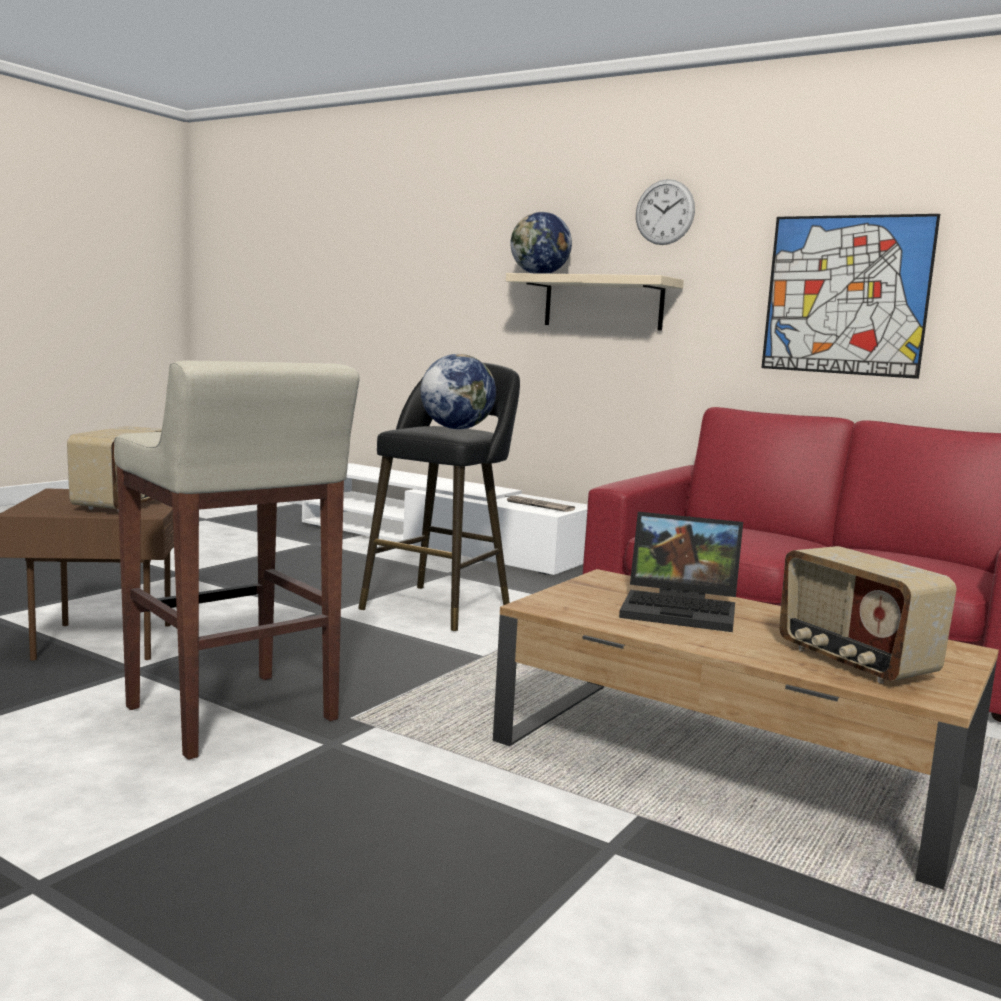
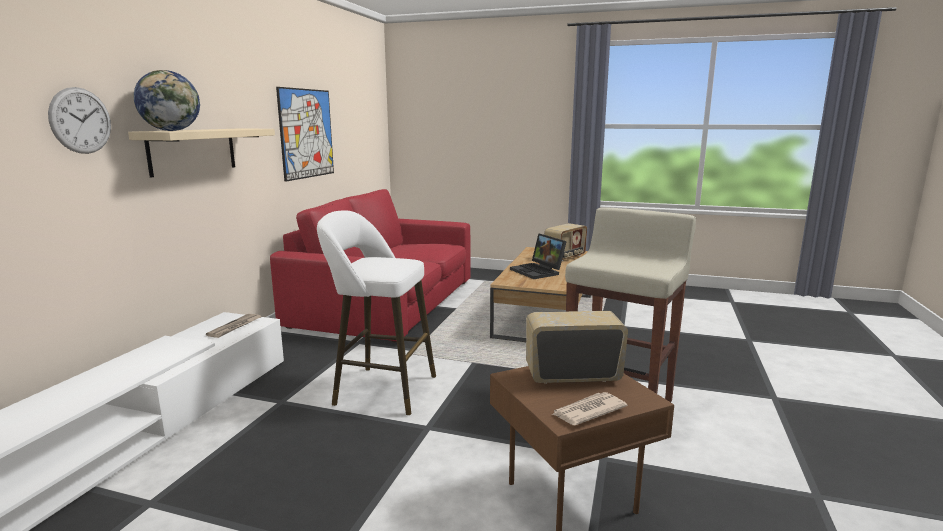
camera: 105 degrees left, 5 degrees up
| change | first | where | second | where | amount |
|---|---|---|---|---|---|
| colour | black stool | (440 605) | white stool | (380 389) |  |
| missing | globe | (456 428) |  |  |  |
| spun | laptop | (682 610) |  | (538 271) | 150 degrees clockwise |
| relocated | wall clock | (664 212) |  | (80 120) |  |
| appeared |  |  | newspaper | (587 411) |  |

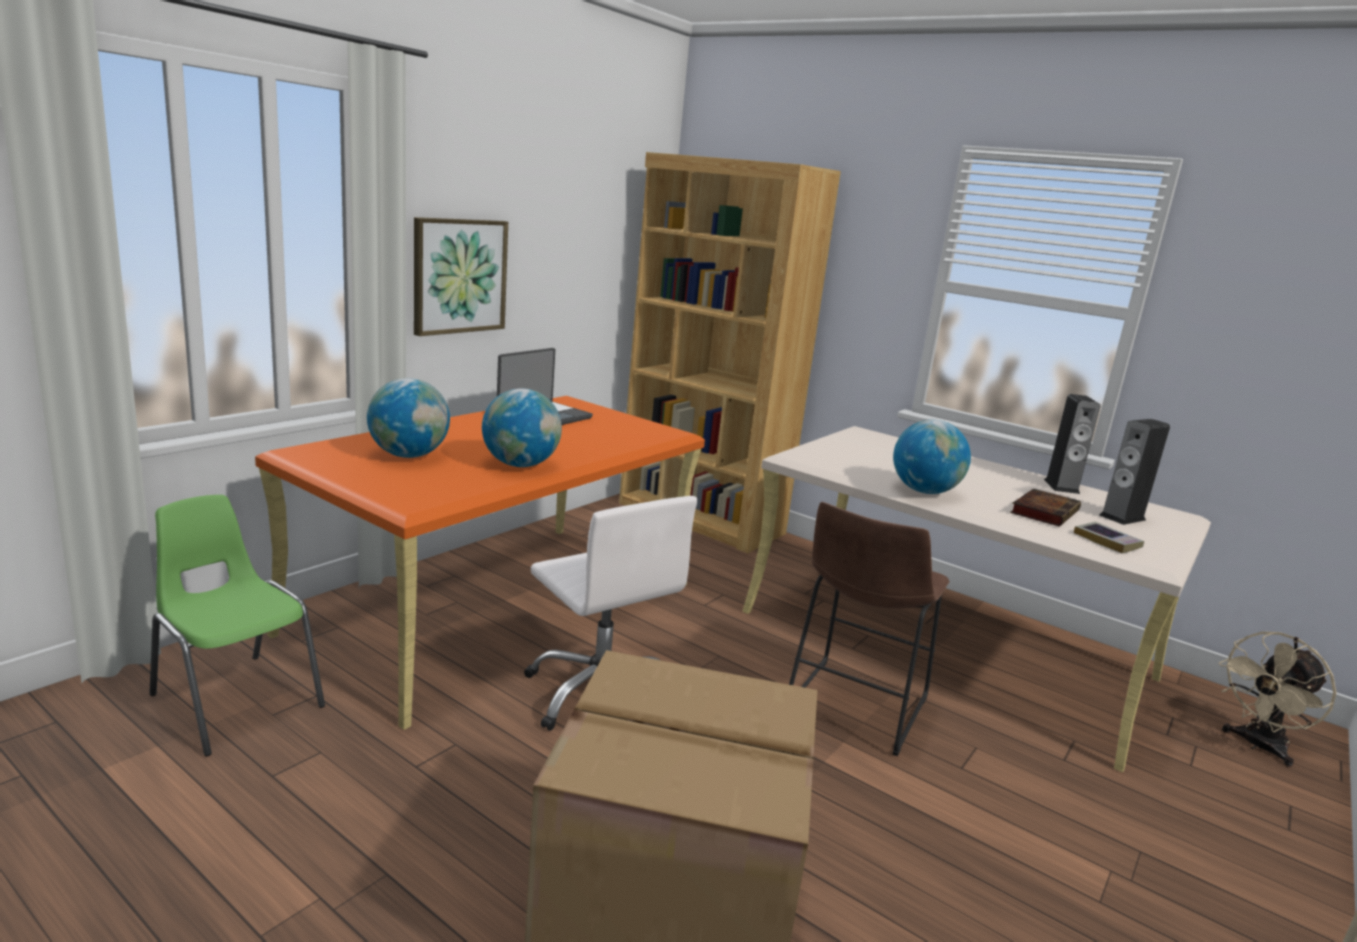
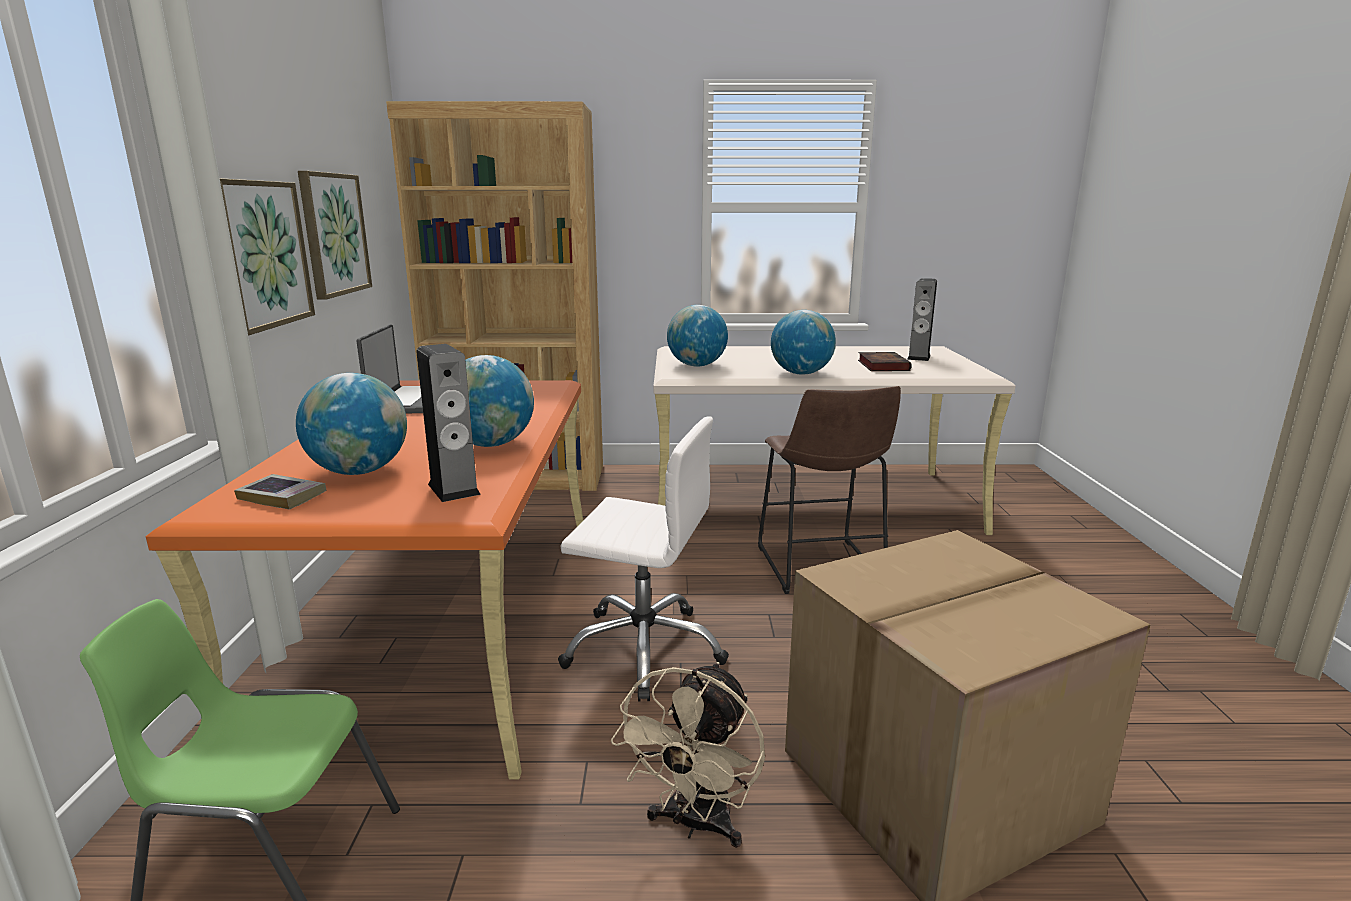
camera: 35 degrees left, 0 degrees up
| change | first | where | second | where | amount |
|---|---|---|---|---|---|
| relocated | speaker | (1061 486) |  | (453 489) |  |
| relocated | book | (1107 541) |  | (282 497) |  |
| relocated | beige fan | (1257 746) |  | (695 824) |  |
| appeared |  |  | picture | (334 234) |  |
| appeared |  |  | globe | (697 365) |  |

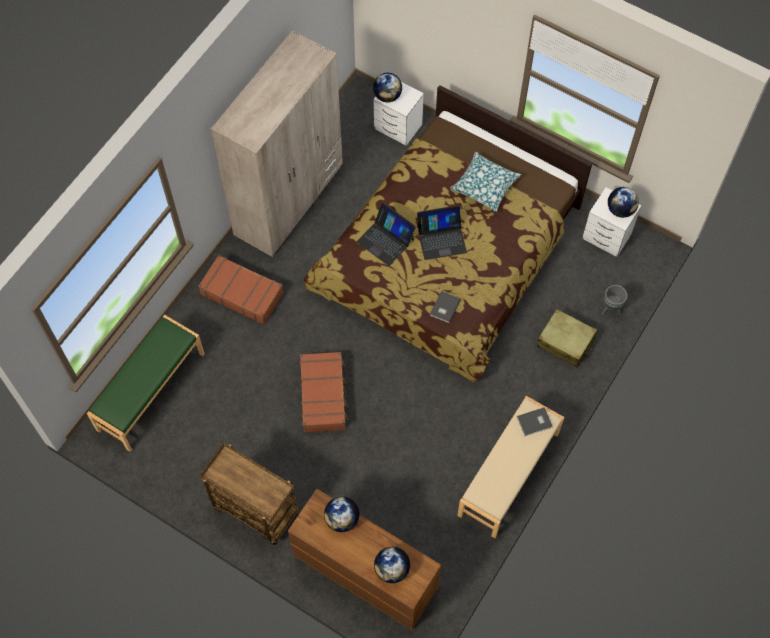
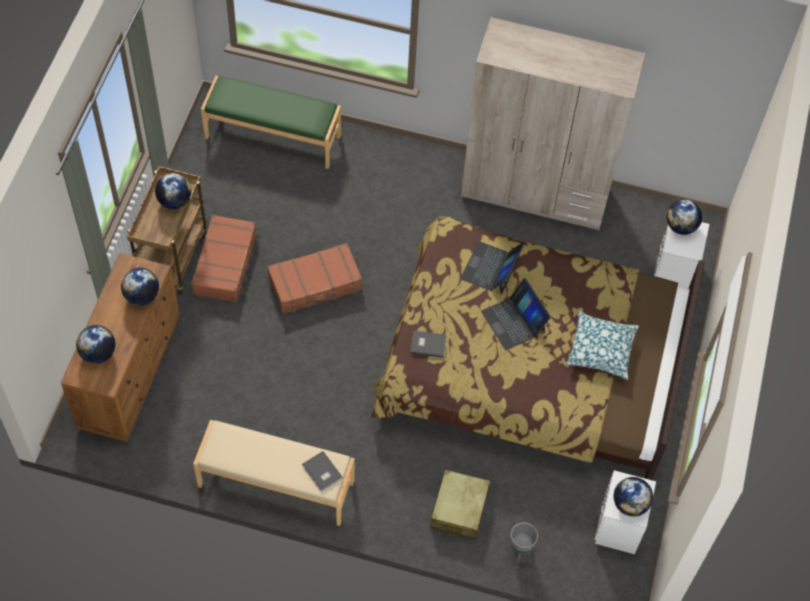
camera: 70 degrees right, 5 degrees down
| change | first | where | second | where | amount |
|---|---|---|---|---|---|
| relocated | brown suitcase | (242 293) |  | (226 264) |  |
| appeared |  |  | globe | (175 201) |  |

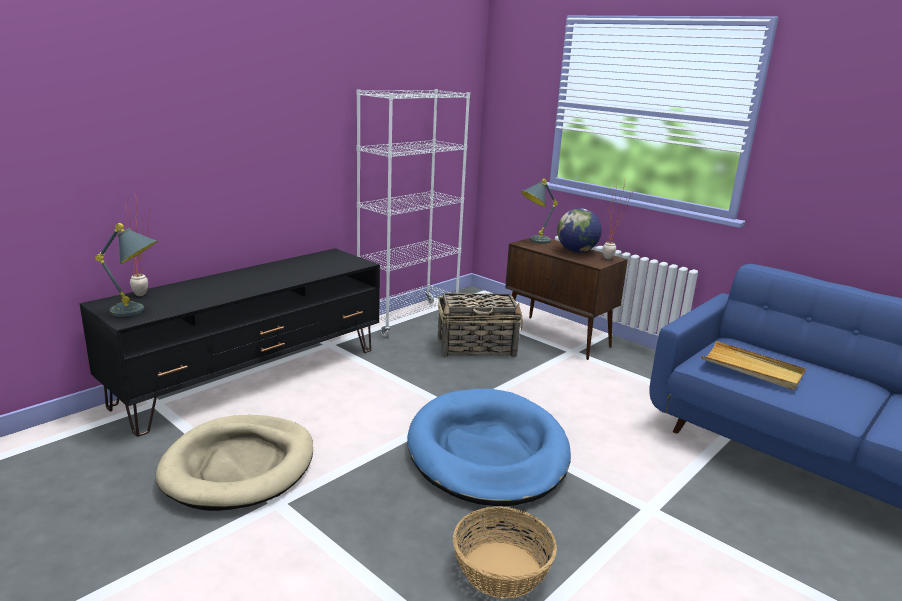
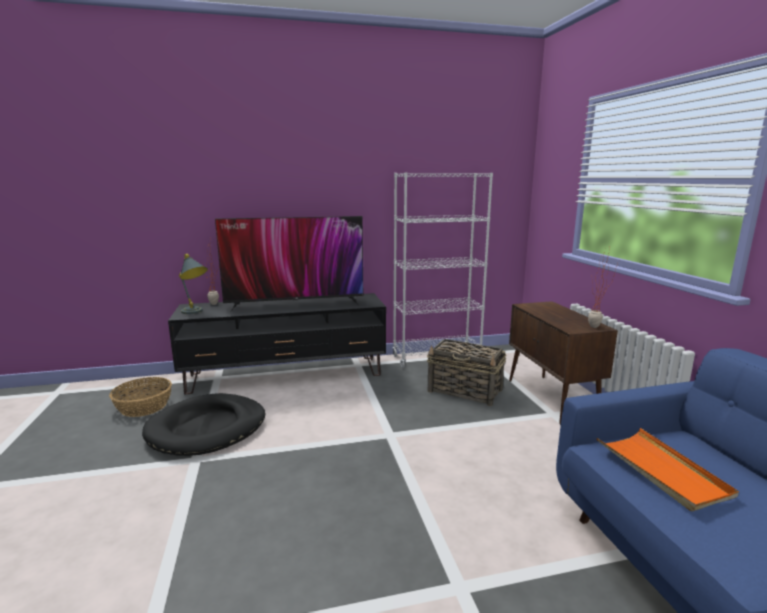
camera: 35 degrees right, 5 degrees down
| change | first | where | second | where | amount |
|---|---|---|---|---|---|
| colour | beige dog bed | (239 466) | black dog bed | (207 428) |  |
| missing | blue dog bed | (487 452) |  |  |  |
| relocated | basket | (501 570) |  | (143 406) |  |
| missing | grey table lamp | (533 241) |  |  |  |
| missing | globe | (576 251) |  |  |  |
| colour | beige tray | (752 368) | orange tray | (661 471) |  |
| appeared |  |  | television | (295 303) |  |

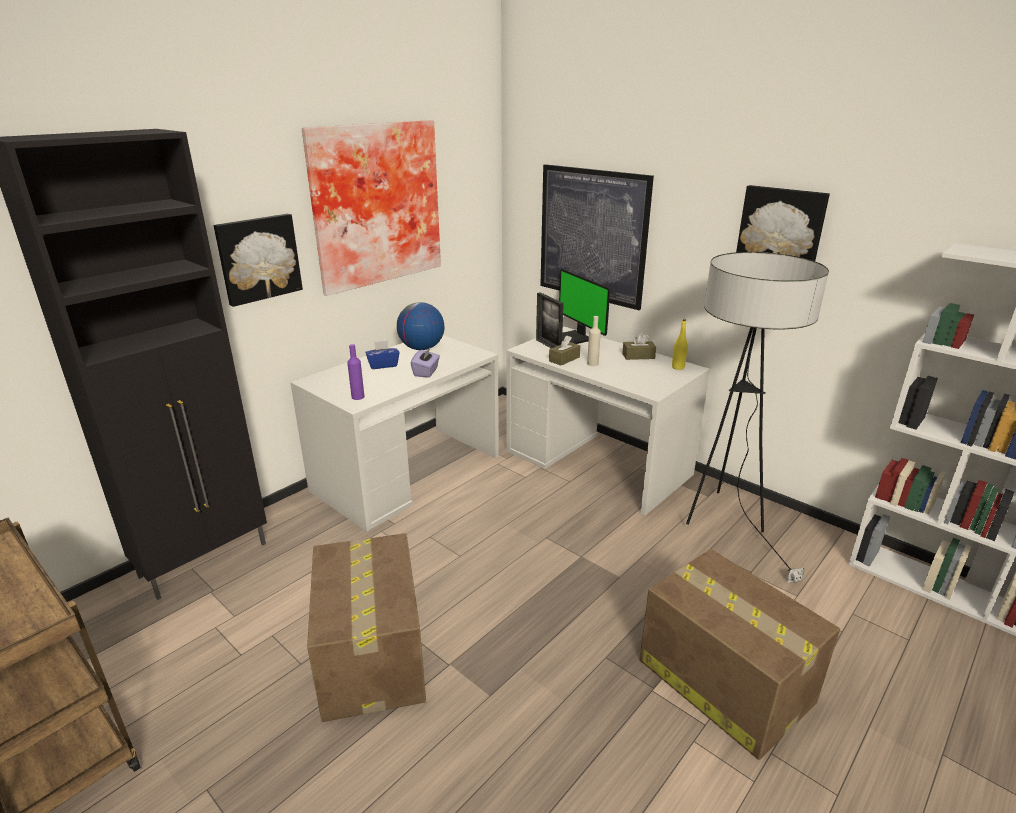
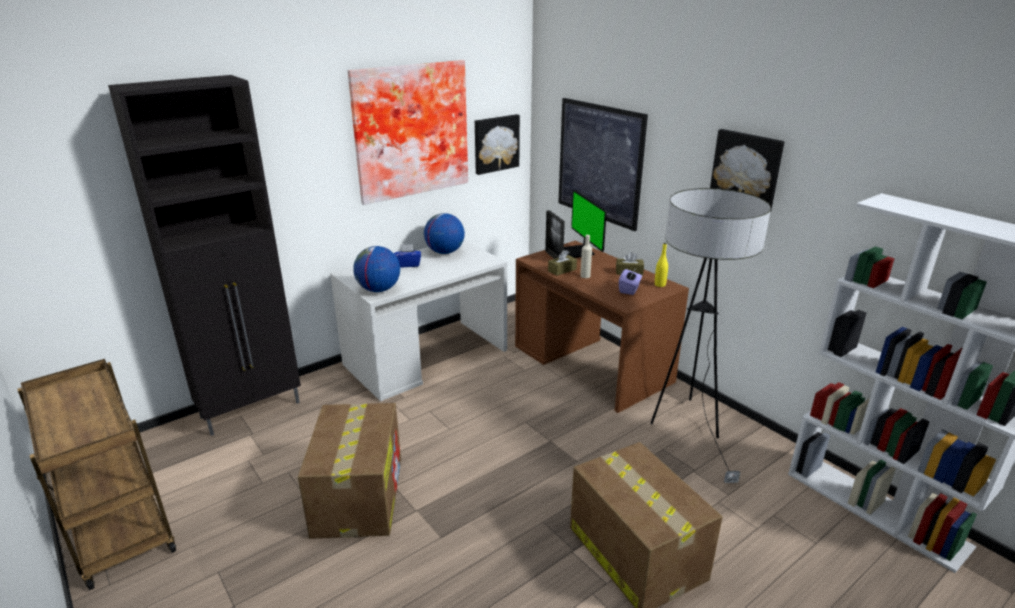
camera: 10 degrees right, 0 degrees up
| change | first | where | second | where | amount |
|---|---|---|---|---|---|
| relocated | picture | (258 258) |  | (495 143) |  |
| exchanged | purple bottle | (358 397) | globe | (378 290) |  |
| relocated | purple tissue box | (426 372) |  | (629 289) |  |
| colour | white desk | (597 462) | brown desk | (592 363) |  |

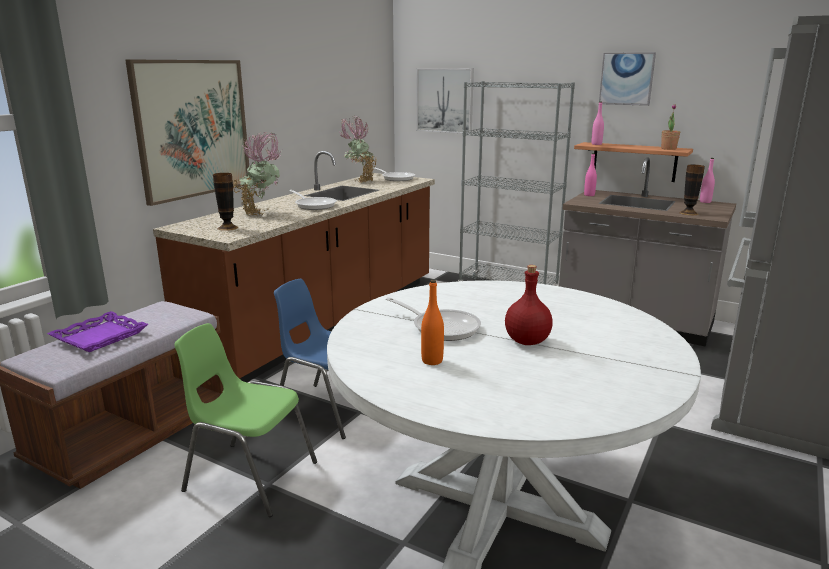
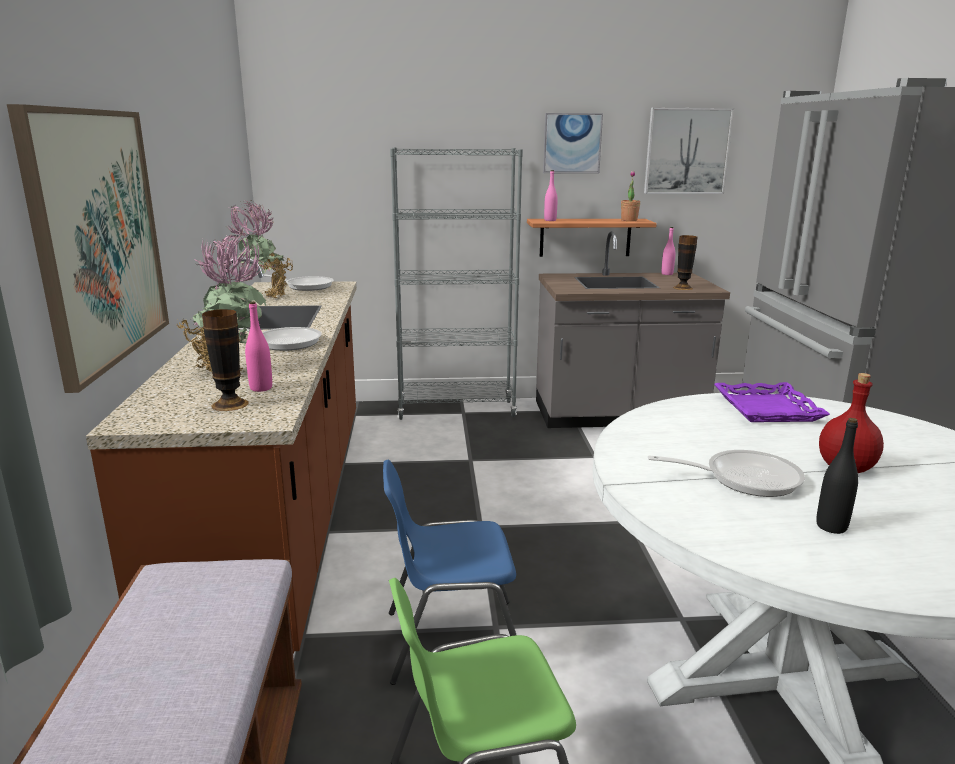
camera: 35 degrees left, 0 degrees up
| change | first | where | second | where | amount |
|---|---|---|---|---|---|
| relocated | purple tray | (100 337) |  | (768 409) |  |
| relocated | picture | (445 100) |  | (687 151) |  |
| colour | orange bottle | (432 361) | black bottle | (831 526) |  |
| relocated | pink bottle | (589 195) |  | (261 388) |  |

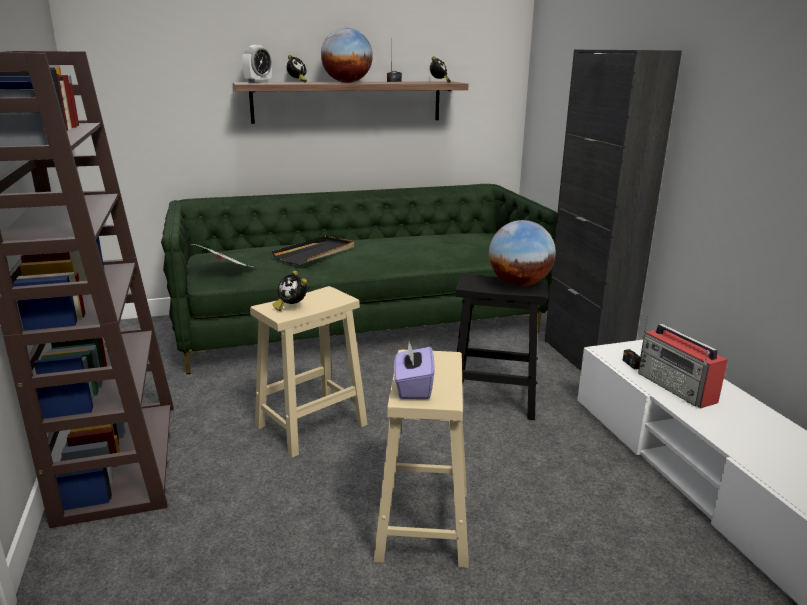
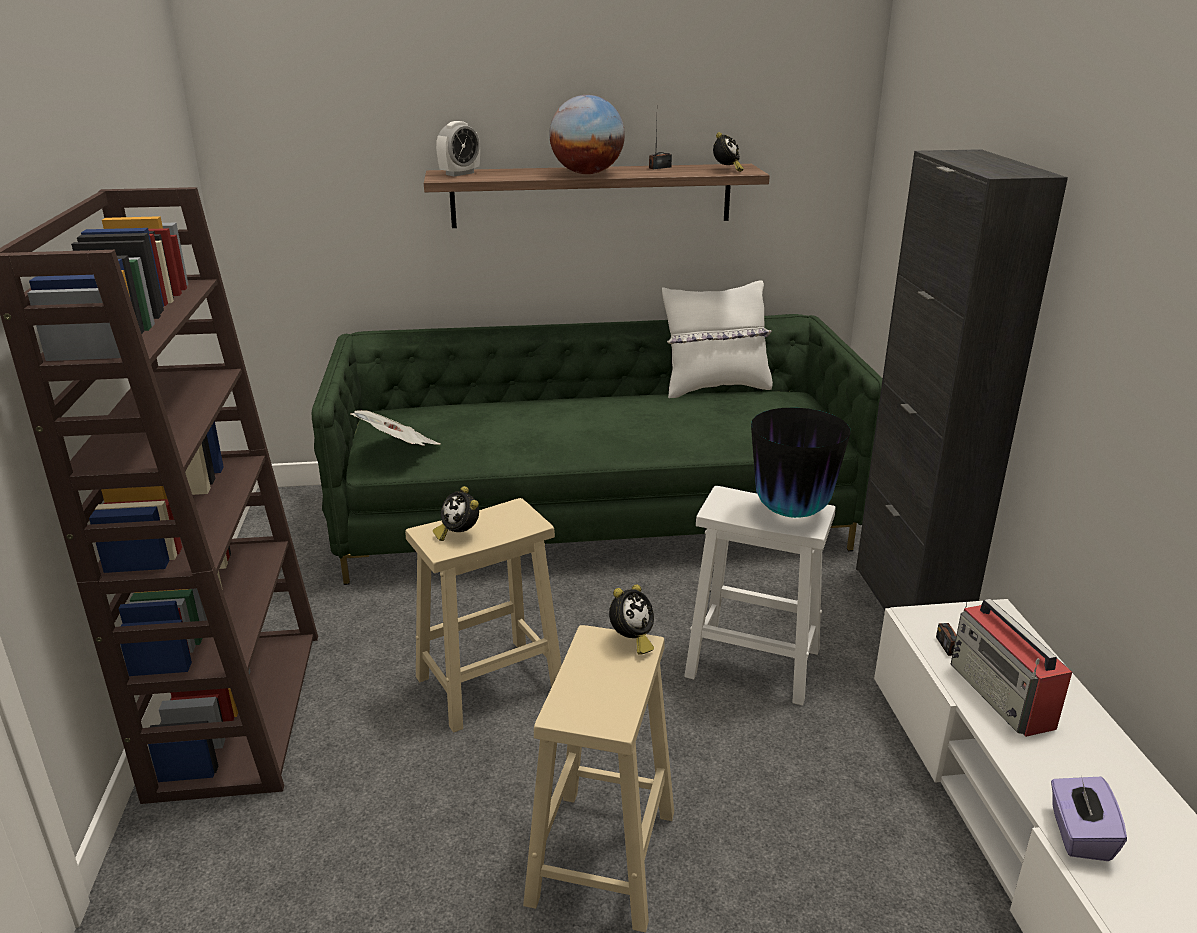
camera: 10 degrees right, 5 degrees up
| change | first | where | second | where | amount |
|---|---|---|---|---|---|
| missing | black tray | (316 253) |  |  |  |
| relocated | alarm clock | (297 82) |  | (631 641) |  |
| relocated | purple tissue box | (413 388) |  | (1079 834) |  |
| colour | black stool | (495 398) | white stool | (755 663) |  |
| exchanged | globe | (519 284) | vase | (791 512) |  |
| appeared |  |  | white pillow | (715 388) |  |

